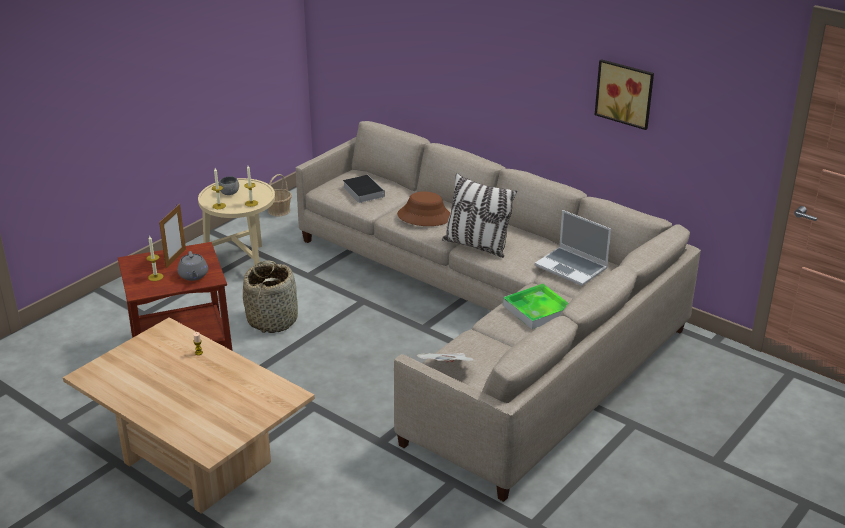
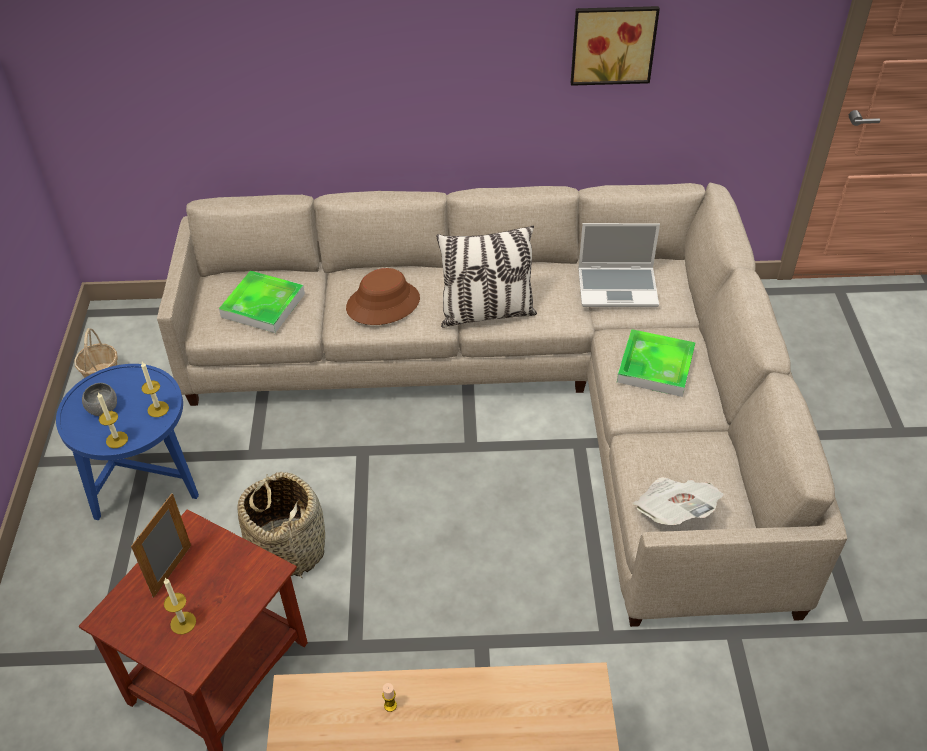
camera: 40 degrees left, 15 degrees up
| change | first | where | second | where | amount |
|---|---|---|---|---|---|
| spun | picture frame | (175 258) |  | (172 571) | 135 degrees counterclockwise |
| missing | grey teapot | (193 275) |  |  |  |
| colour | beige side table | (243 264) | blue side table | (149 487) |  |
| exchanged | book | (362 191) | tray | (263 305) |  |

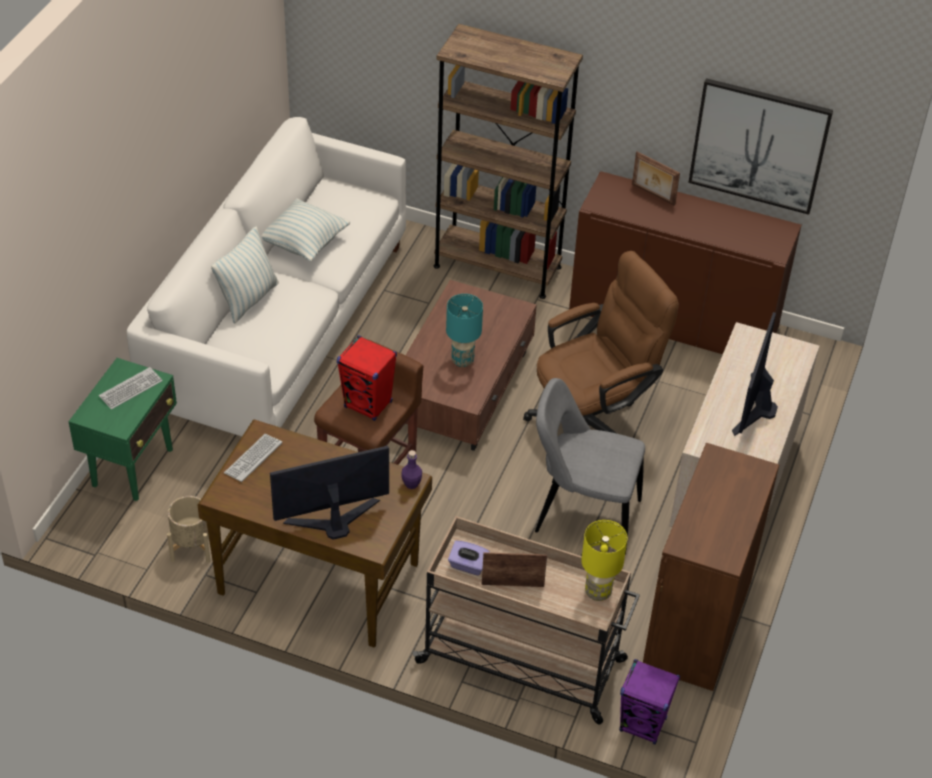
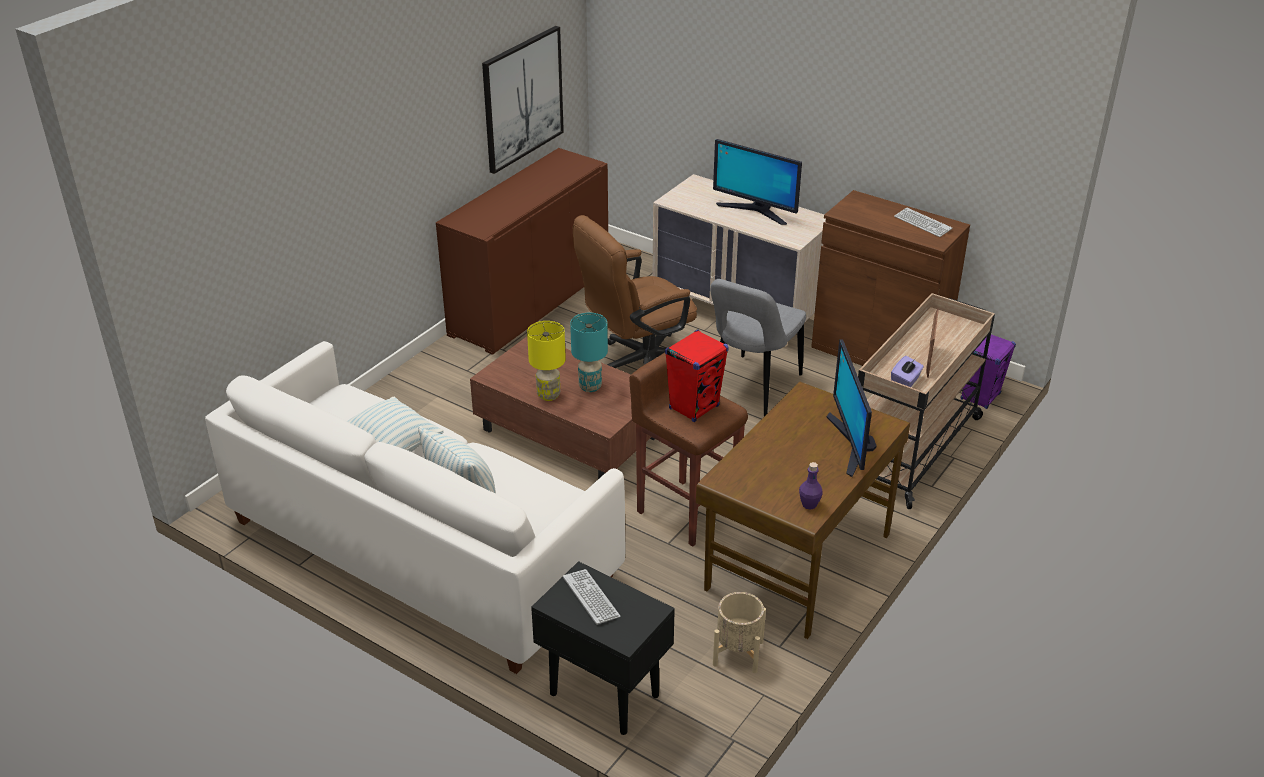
camera: 75 degrees left, 10 degrees down
| change | first | where | second | where | amount |
|---|---|---|---|---|---|
| colour | green side table | (133 467) | black side table | (603 694) |  |
| relocated | keyboard | (253 458) |  | (922 223) |  |
| relocated | purple bottle | (411 484) |  | (809 504) |  |
| missing | brown bookcase | (497 266) |  |  |  |
| spun | brown office chair | (593 419) |  | (638 365) | 105 degrees counterclockwise |
| relocated | yellow table lamp | (598 592) |  | (548 395) |  |
| missing | picture frame | (652 195) |  |  |  |

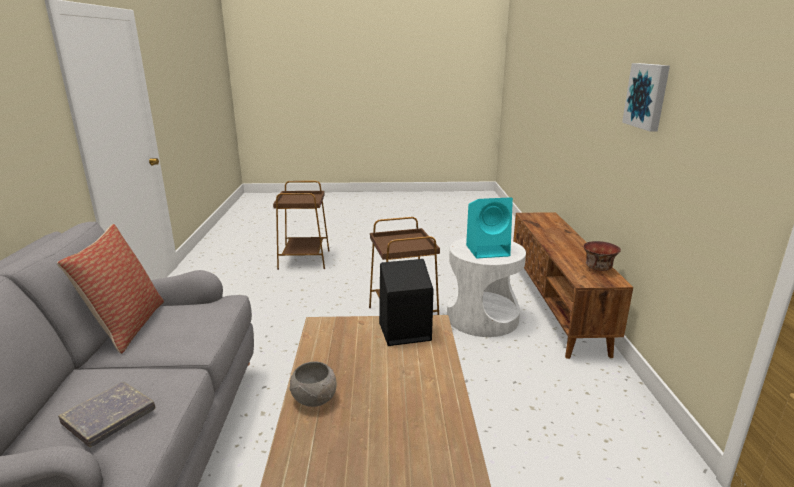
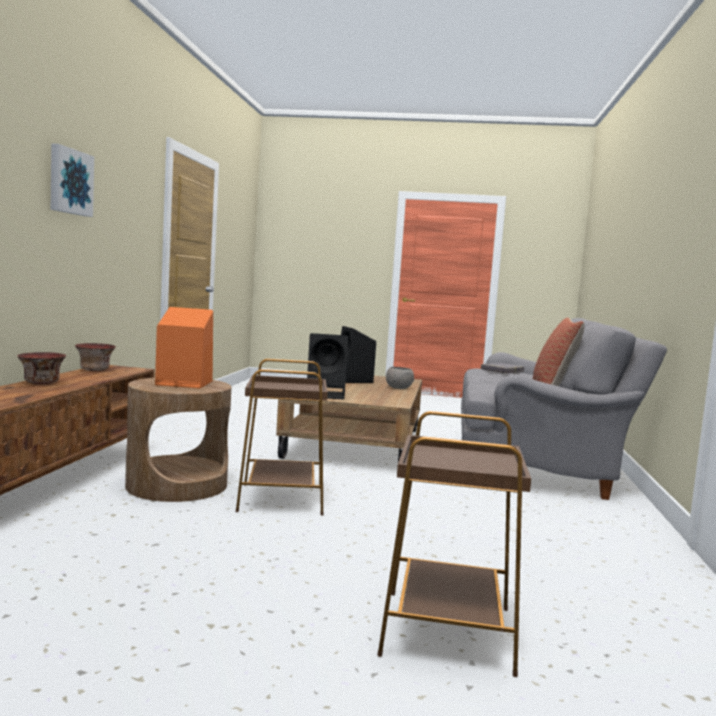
camera: 170 degrees left, 15 degrees down
| change | first | where | second | where | amount |
|---|---|---|---|---|---|
| colour | white side table | (482 318) | brown side table | (177 485) |  |
| colour | turquoise speaker | (488 250) | orange speaker | (182 383) |  |
| appeared |  |  | bowl | (42 384) |  |
| appeared |  |  | black speaker | (353 380) |  |

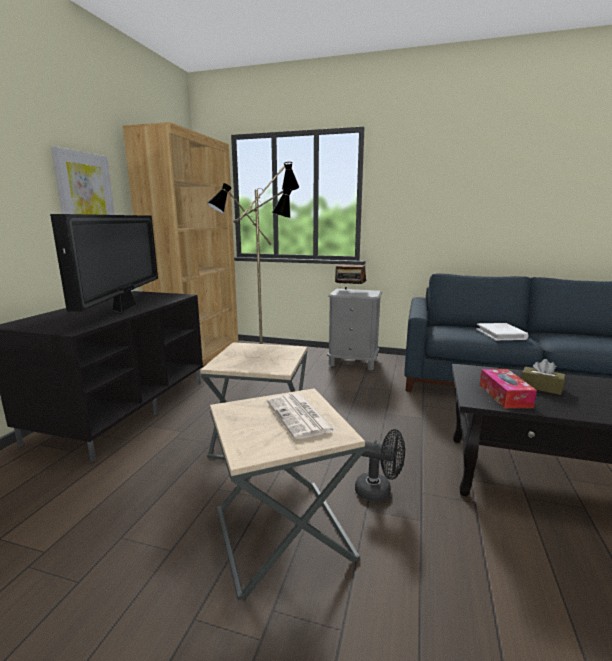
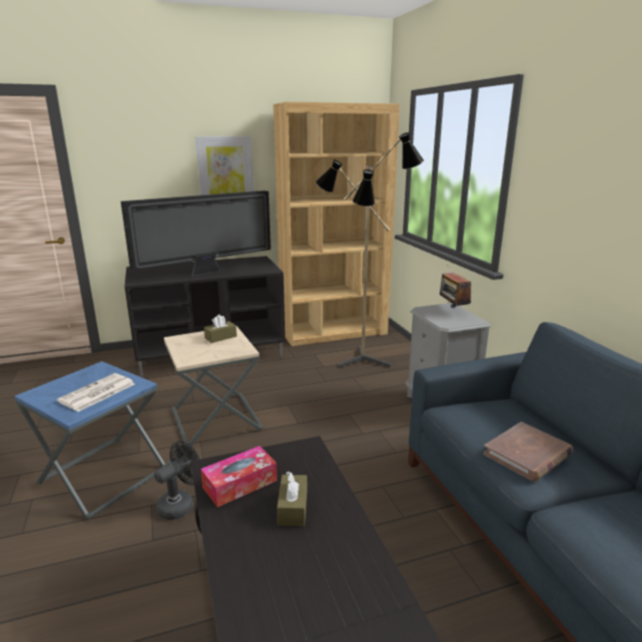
camera: 55 degrees right, 5 degrees up
| change | first | where | second | where | amount |
|---|---|---|---|---|---|
| colour | beige side table | (282 533) | blue side table | (103 475) |  |
| spun | black fan | (379 492) |  | (180 504) | 120 degrees counterclockwise |
| colour | white book | (501 334) | brown book | (527 454) |  |
| appeared |  |  | brown tissue box | (220 337) |  |

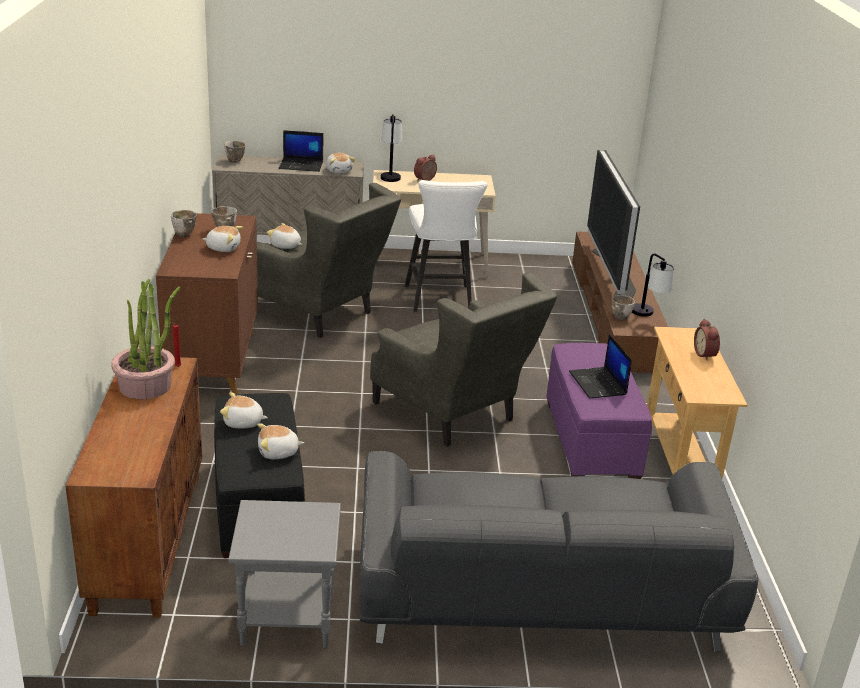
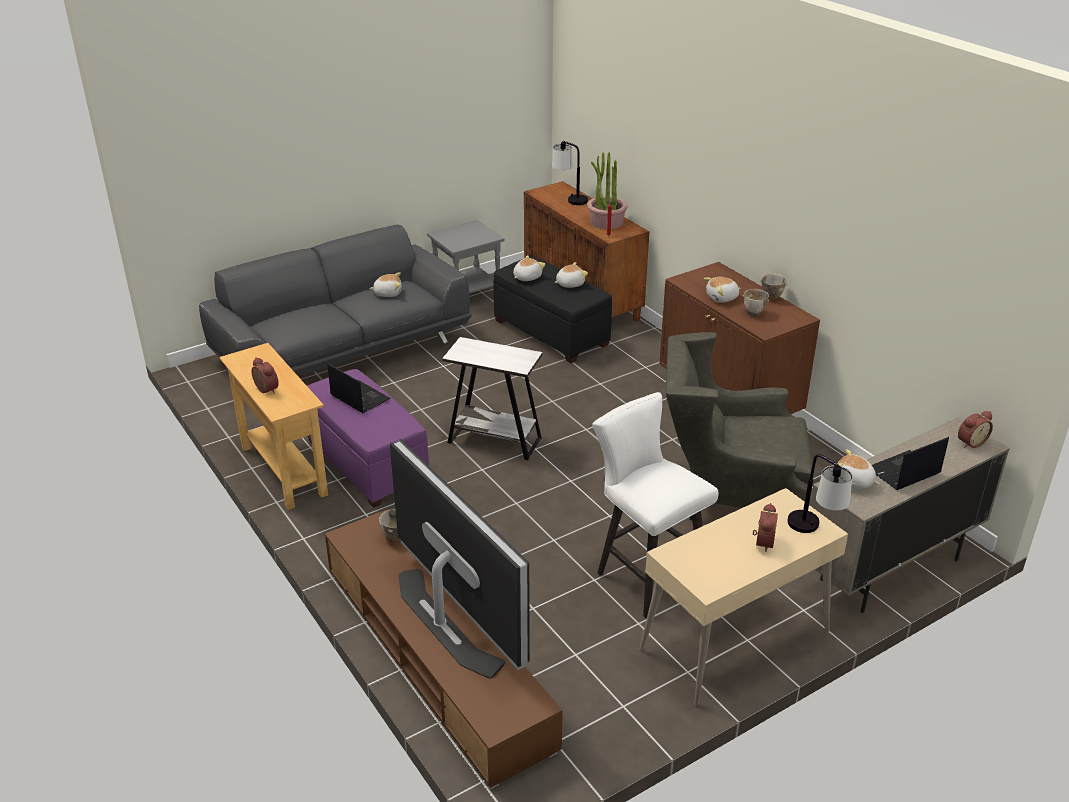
camera: 150 degrees right, 5 degrees up
| change | first | where | second | where | amount |
|---|---|---|---|---|---|
| exchanged | bowl | (234 161) | alarm clock | (970 442) |  |
| relocated | plush toy | (285 246) |  | (388 293) |  |
| exchanged | grey armchair | (455 415) | white side table | (494 440) |  |
| relocated | table lamp | (648 316) |  | (569 199) |  |

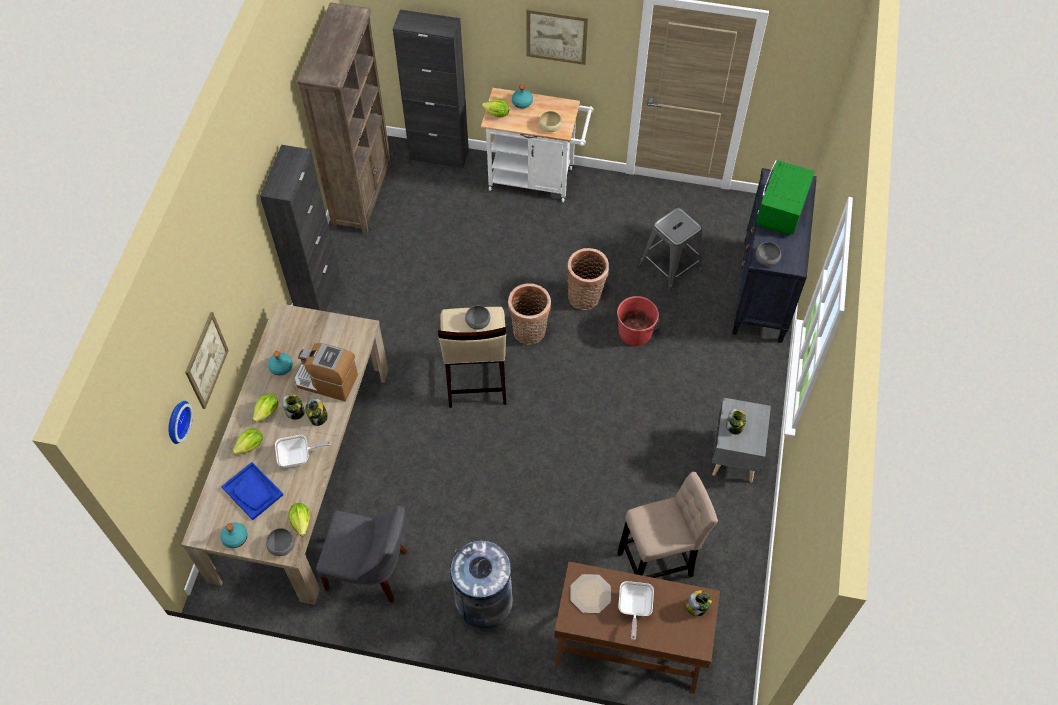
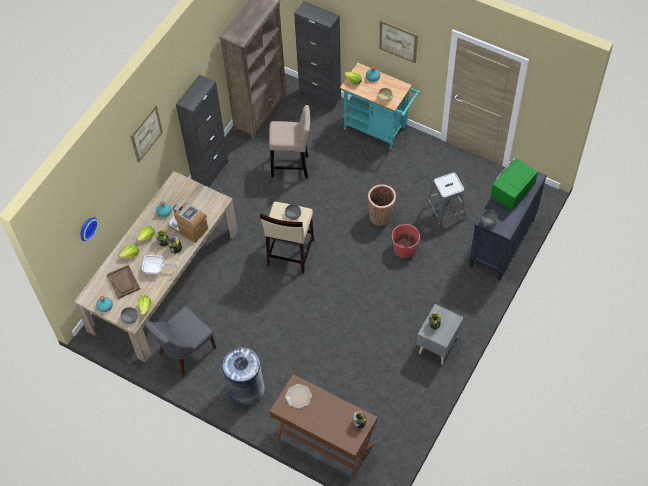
camera: 20 degrees right, 0 degrees up
| change | first | where | second | where | amount |
|---|---|---|---|---|---|
| relocated | picture | (206 360) |  | (146 133) |  |
| colour | blue tray | (253 491) | brown tray | (123 282) |  |
| spun | grey chair | (371 570) |  | (185 352) | 105 degrees clockwise |
| colour | white cart | (537 179) | turquoise cart | (379 129) |  |
| missing | basket | (529 333) |  |  |  |
| relocated | beige stool | (659 562) |  | (292 167) |  |
| missing | frying pan | (634 608) |  |  |  |

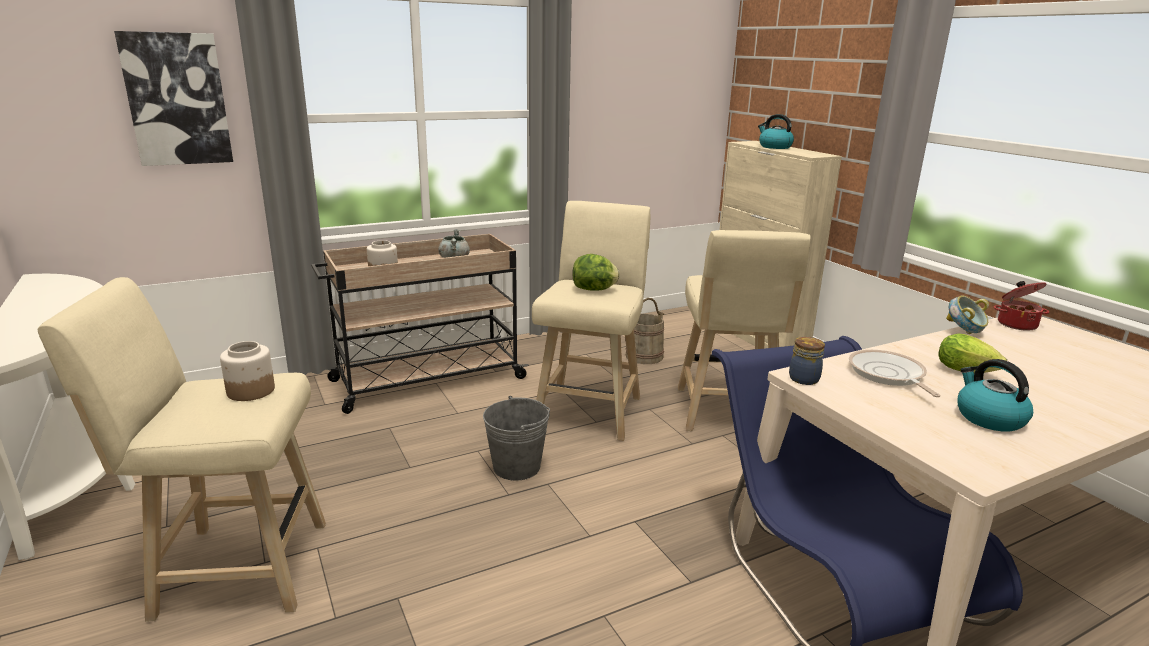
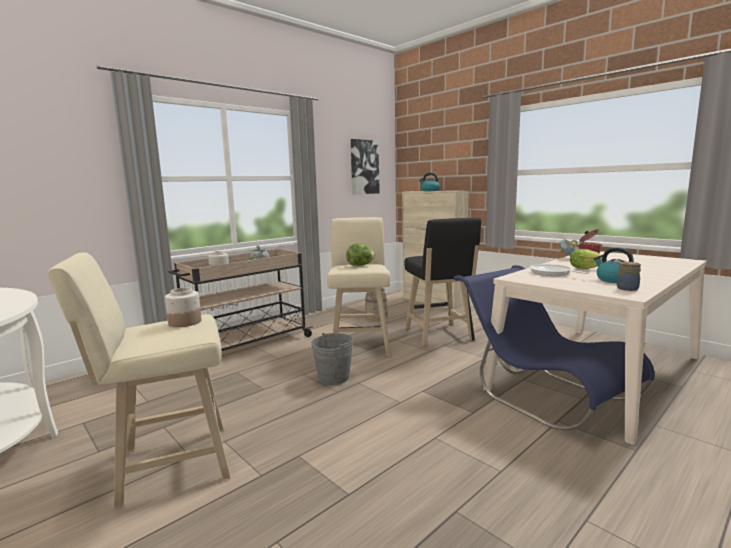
camera: 15 degrees left, 10 degrees down
| change | first | where | second | where | amount |
|---|---|---|---|---|---|
| relocated | picture | (177 99) |  | (364 167) |  |
| colour | beige stool | (726 414) | black stool | (440 336) |  |
| relocated | jar | (804 378) |  | (627 288) |  |

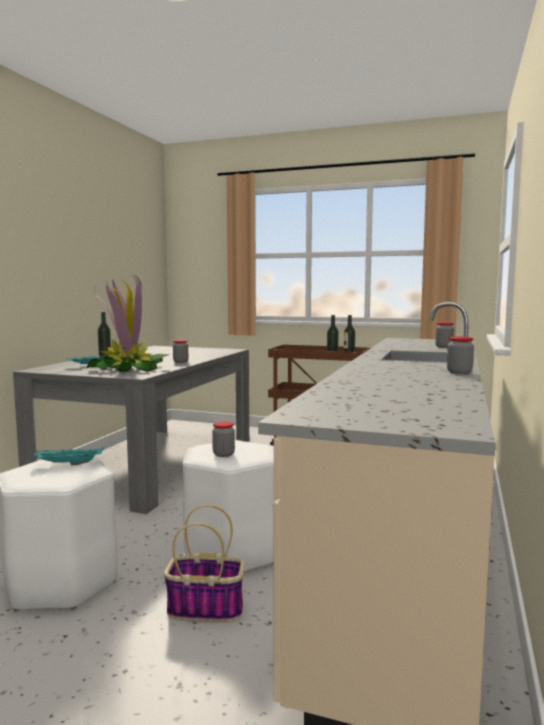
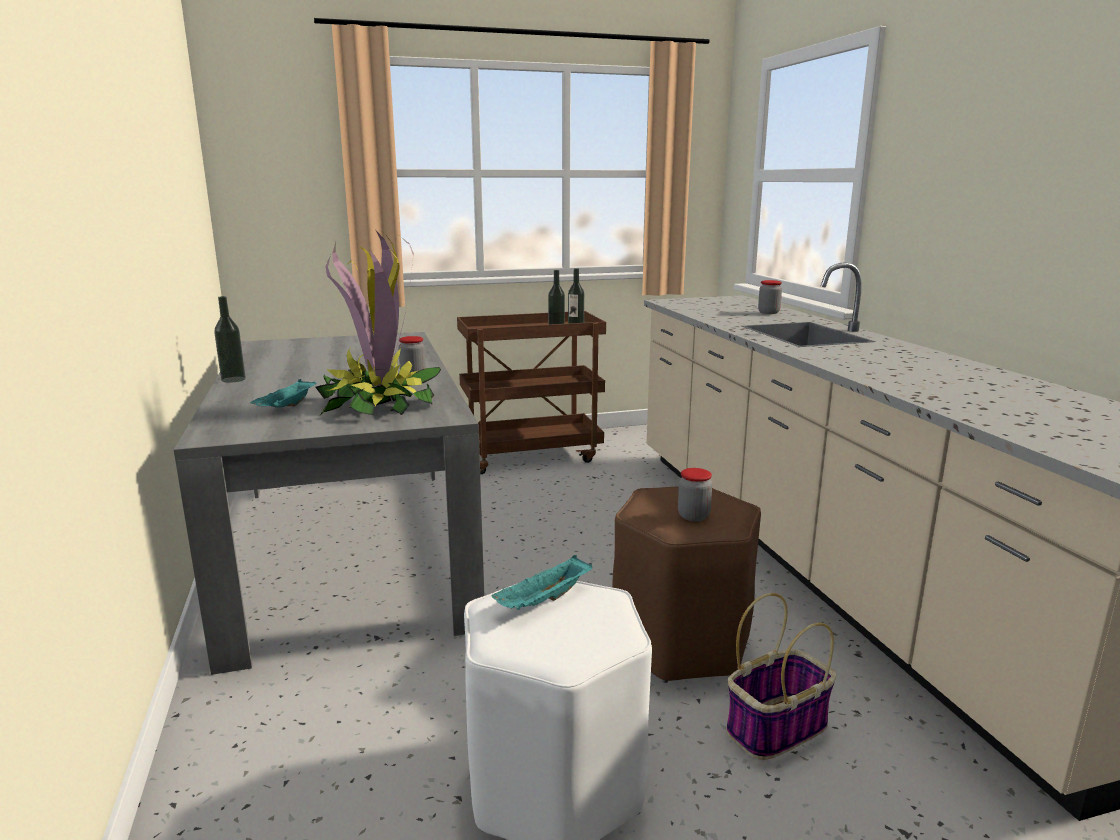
camera: 35 degrees left, 10 degrees up
| change | first | where | second | where | amount |
|---|---|---|---|---|---|
| colour | white stool | (231 552) | brown stool | (680 643) |  |
| missing | jar | (459 372) |  |  |  |

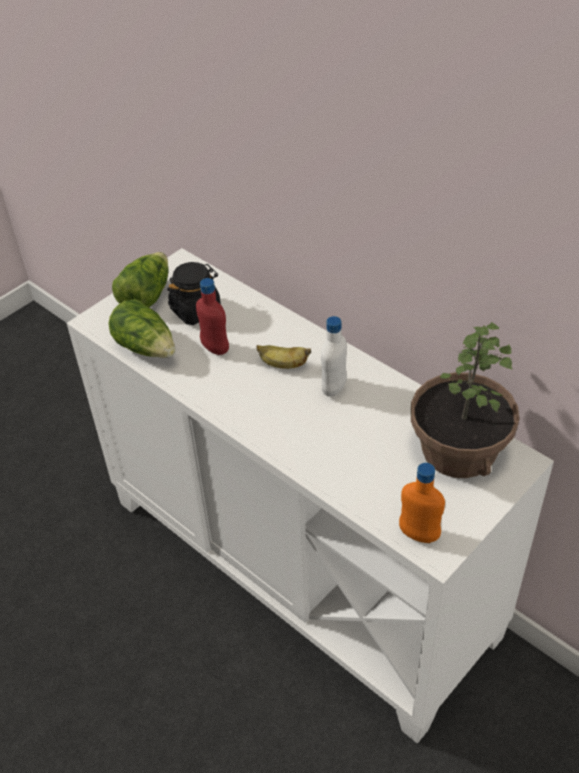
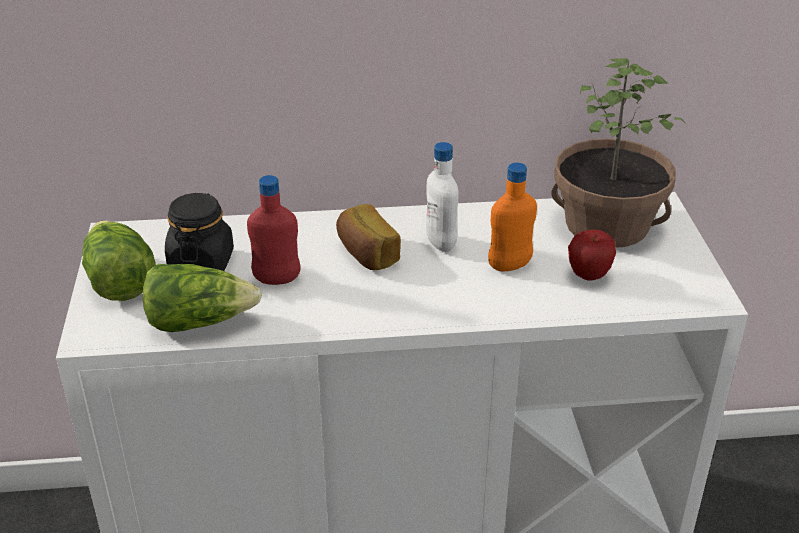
camera: 50 degrees left, 10 degrees down
| change | first | where | second | where | amount |
|---|---|---|---|---|---|
| exchanged | banana | (282 365) | bread | (366 254) |  |
| relocated | orange bottle | (418 534) |  | (509 265) |  |
| appeared |  |  | apple | (588 275) |  |

